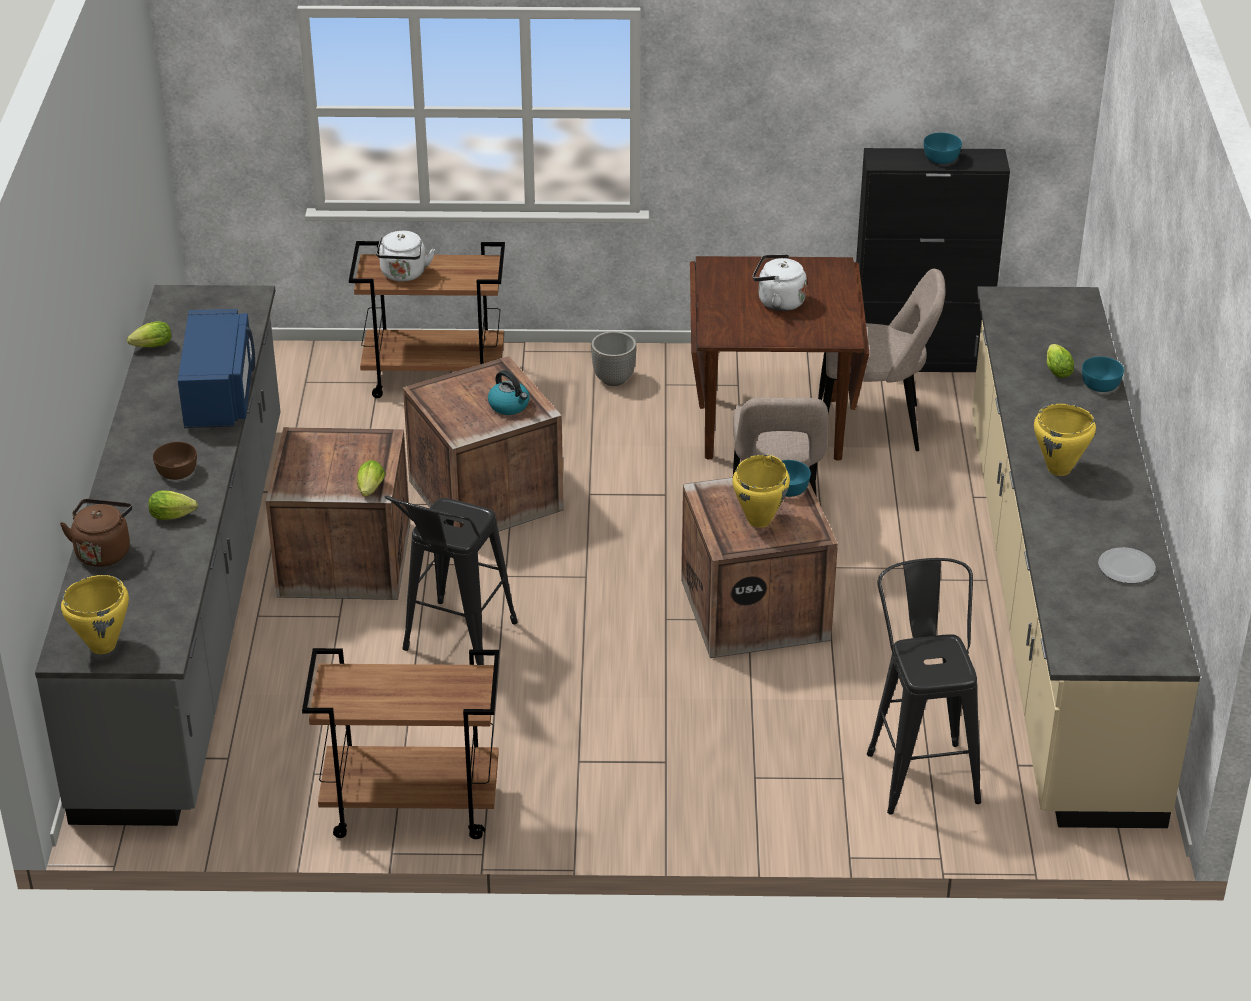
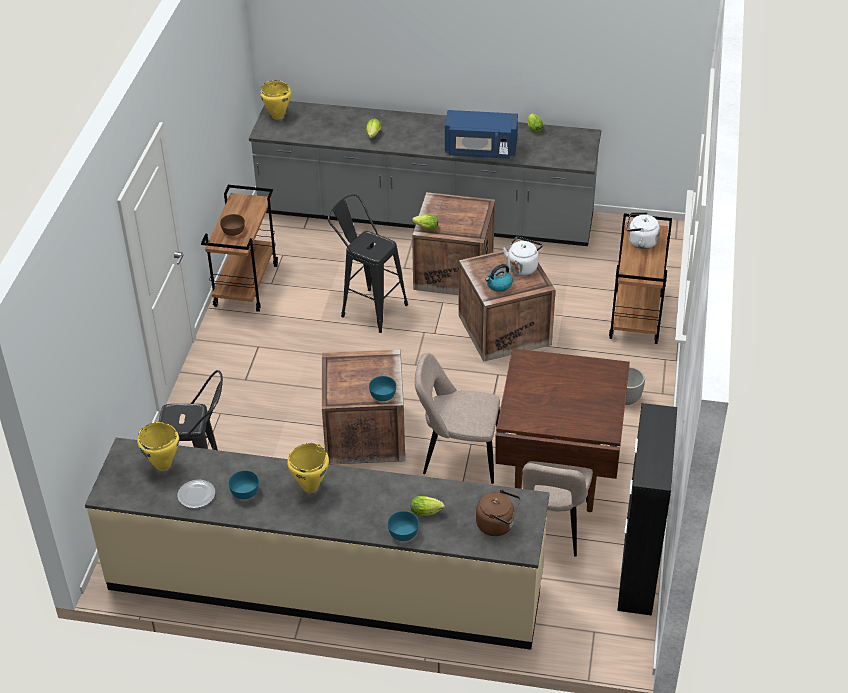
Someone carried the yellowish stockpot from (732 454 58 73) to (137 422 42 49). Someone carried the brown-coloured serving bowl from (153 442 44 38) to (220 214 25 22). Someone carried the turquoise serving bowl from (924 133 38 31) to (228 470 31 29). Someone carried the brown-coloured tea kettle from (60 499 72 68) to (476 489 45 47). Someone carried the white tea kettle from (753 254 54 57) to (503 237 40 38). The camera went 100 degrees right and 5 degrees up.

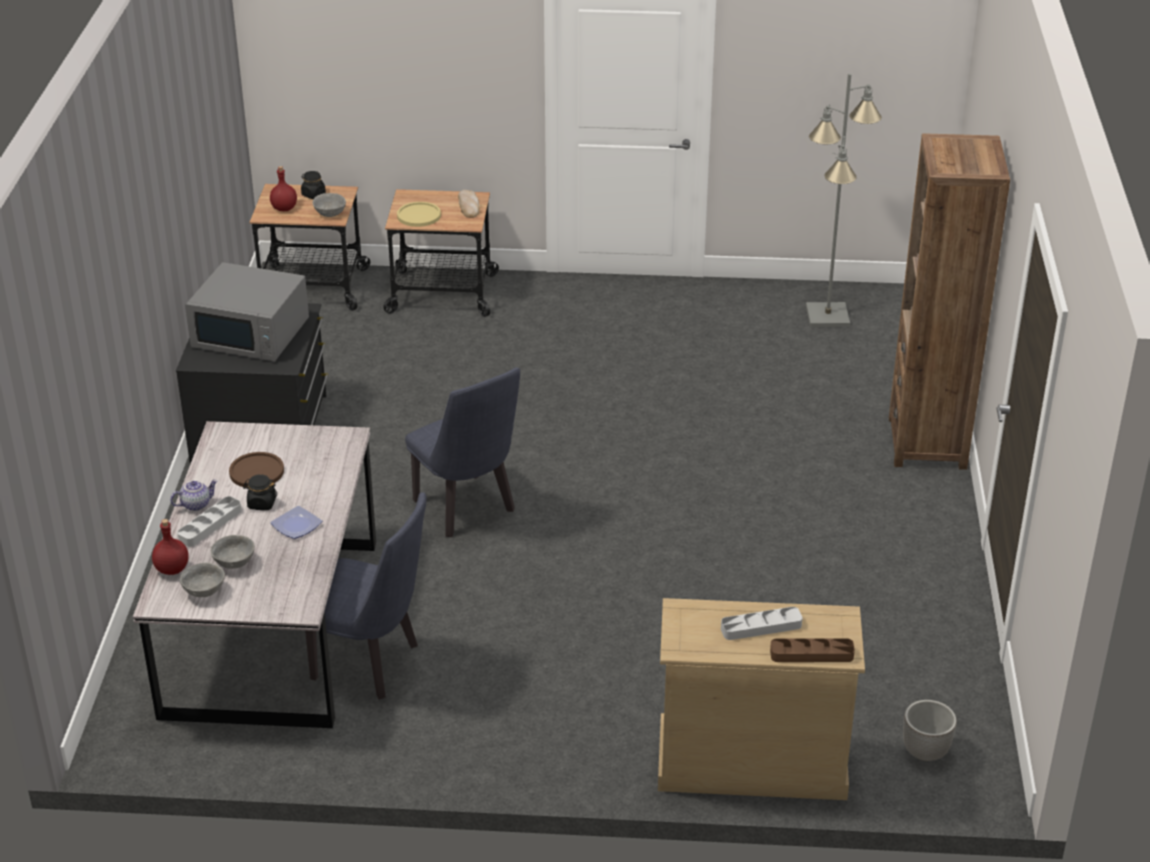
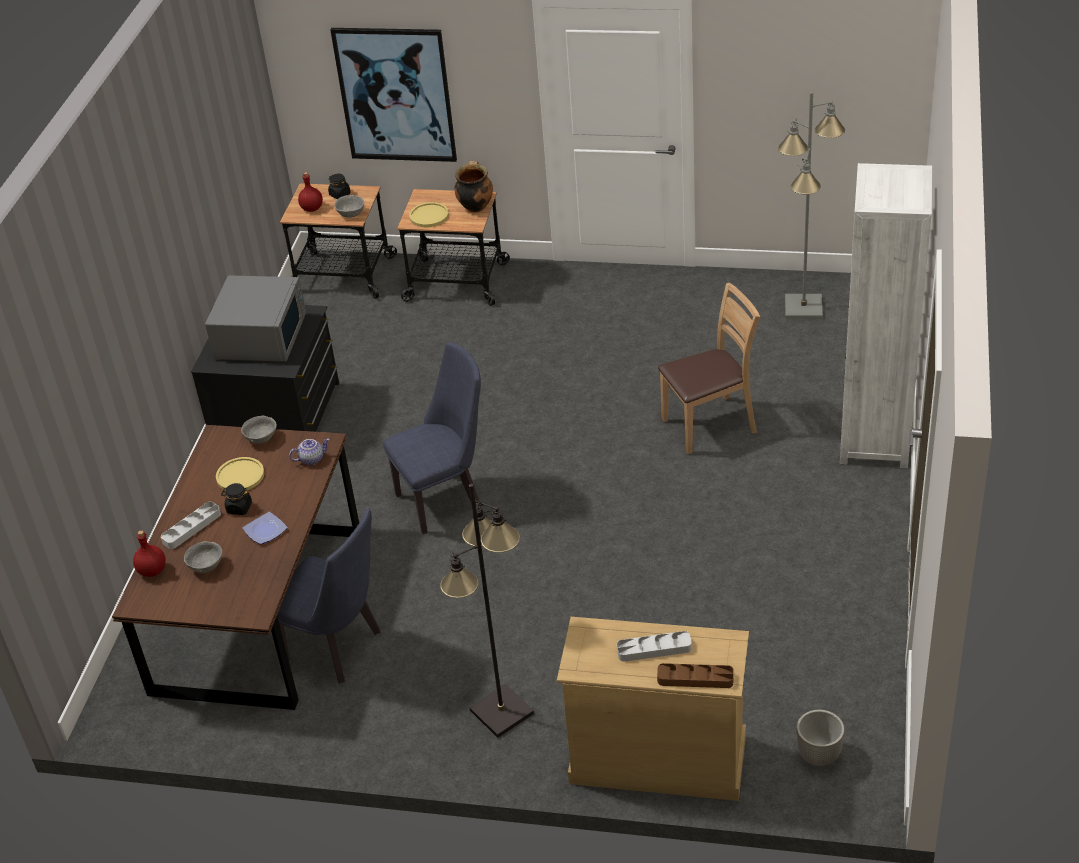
Someone repainted the greyish dining table at (133 421 243 307), which became the brown-coloured dining table at (112 425 247 285). Someone rotated the greyish microwave at (185 262 124 99) by 105 degrees counterclockwise. Someone repainted the brown-coloured flat dish at (229 452 55 36), which became the yellowish flat dish at (216 457 48 34). Someone carried the greyish serving bowl from (180 563 45 34) to (241 416 36 27). Someone carried the pot for tea from (170 480 48 31) to (289 438 41 27). Someone put up the wall picture at (330 28 127 134). Someone rotated the bluish chair at (405 367 115 170) by 90 degrees counterclockwise. Someone put down the black-coloured standard lamp at (440 484 94 254). Someone swapped the bread at (458 190 22 28) for the stockpot at (455 161 38 52). Someone put down the brown-coloured chair at (658 283 102 171). Someone repainted the brown-coloured bookshelf at (889 133 121 337), which became the white bookshelf at (840 163 92 305). The camera went 10 degrees right and 5 degrees up.

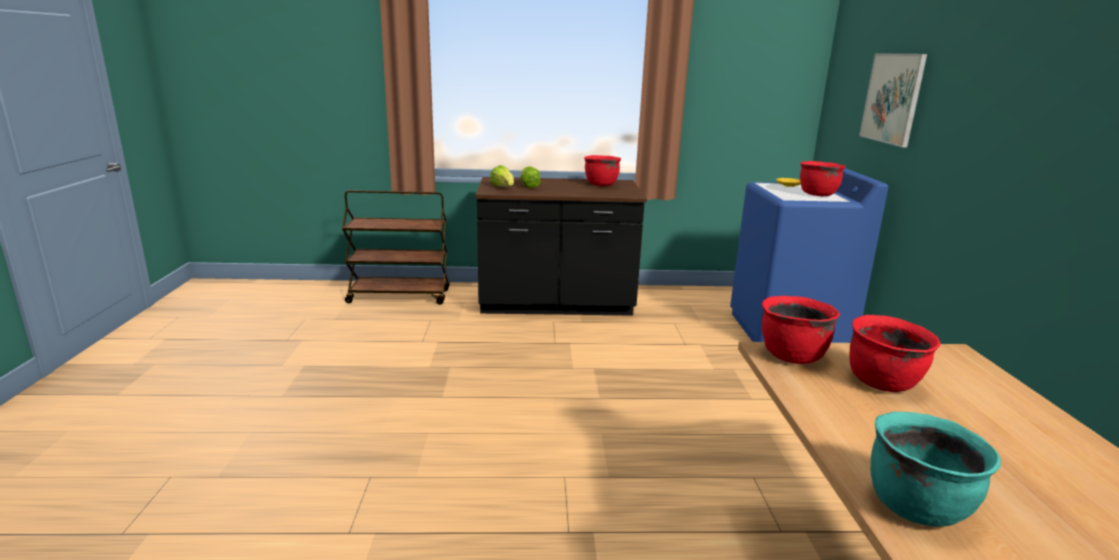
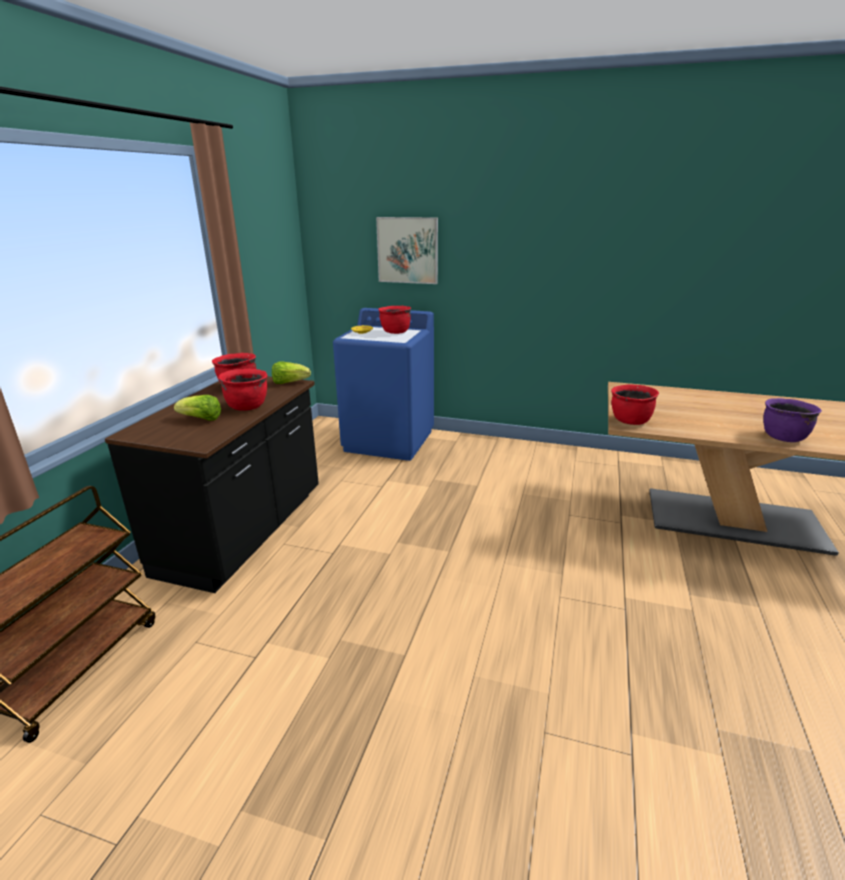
Someone carried the red stockpot from (849 315 92 77) to (218 369 50 42). Someone carried the head of lettuce from (490 165 24 22) to (272 361 39 23). Someone repainted the turquoise stockpot at (871 412 130 115), which became the purple-coloured stockpot at (763 398 59 44). The camera went 70 degrees left and 5 degrees up.

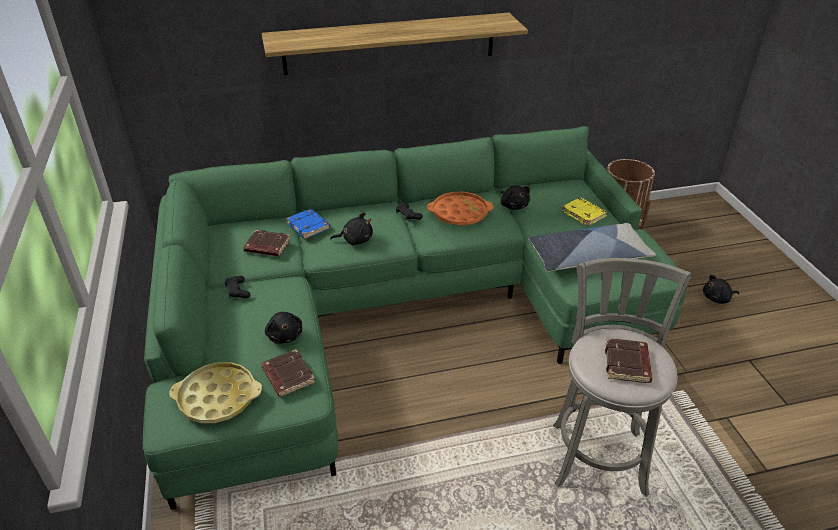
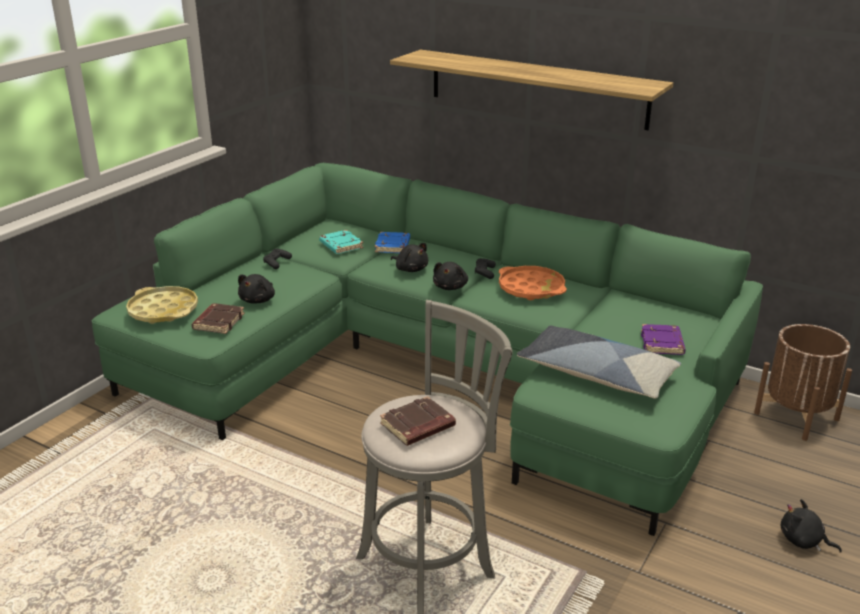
Someone repainted the brown-coloured volume at (243 230 48 27), which became the turquoise volume at (319 230 44 24). Someone carried the black-coloured cuddly toy from (501 185 29 25) to (433 262 35 28). Someone repainted the yellowish volume at (562 197 45 29), which became the purple-coloured volume at (641 324 45 31). The camera went 45 degrees right and 10 degrees down.

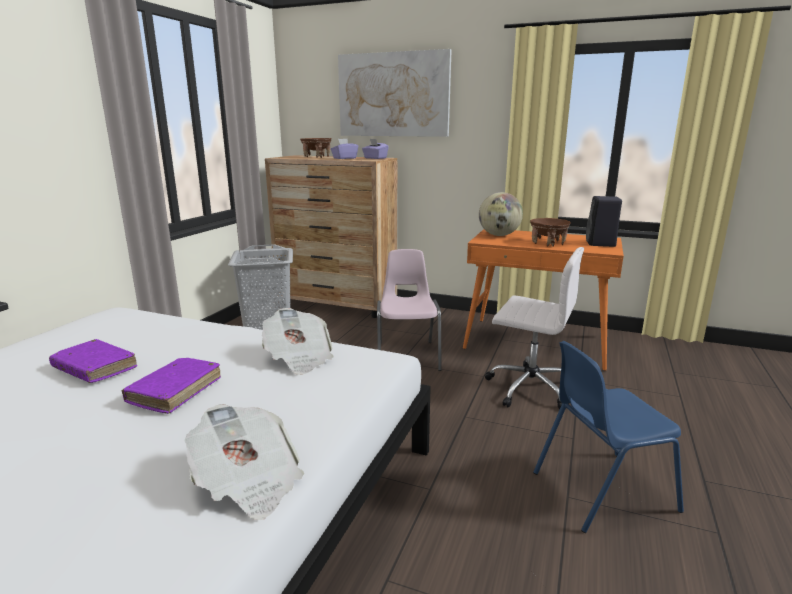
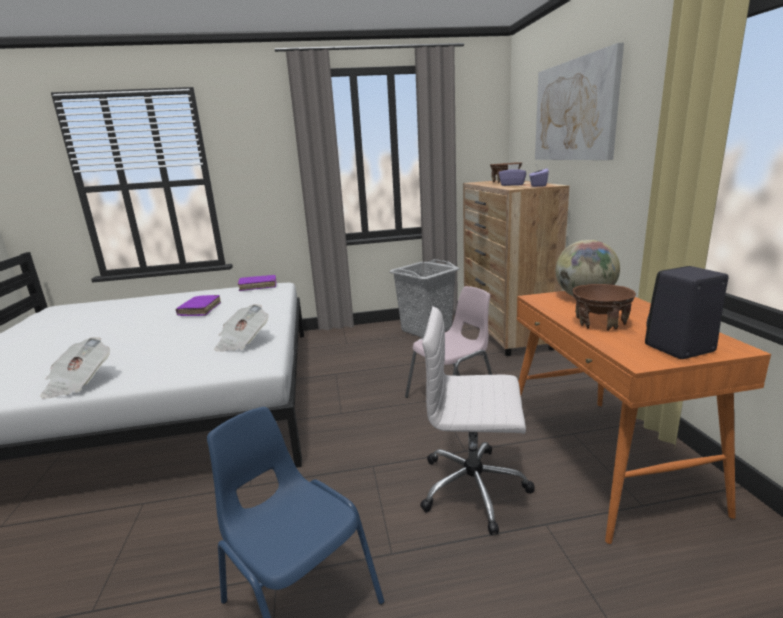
Someone carried the purple-coloured volume from (122 358 99 56) to (238 275 38 16). Someone rotated the white computer chair at (485 247 99 163) by 105 degrees clockwise. The camera went 60 degrees right and 0 degrees up.

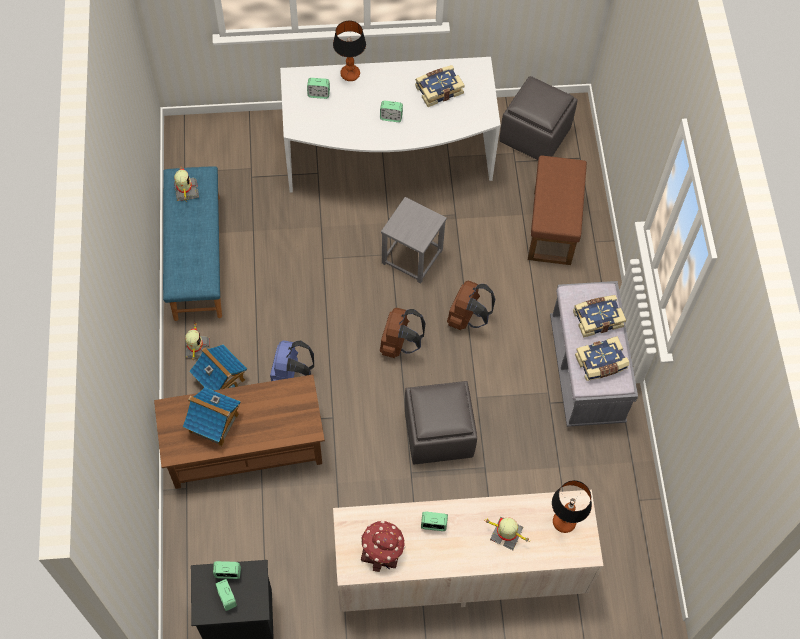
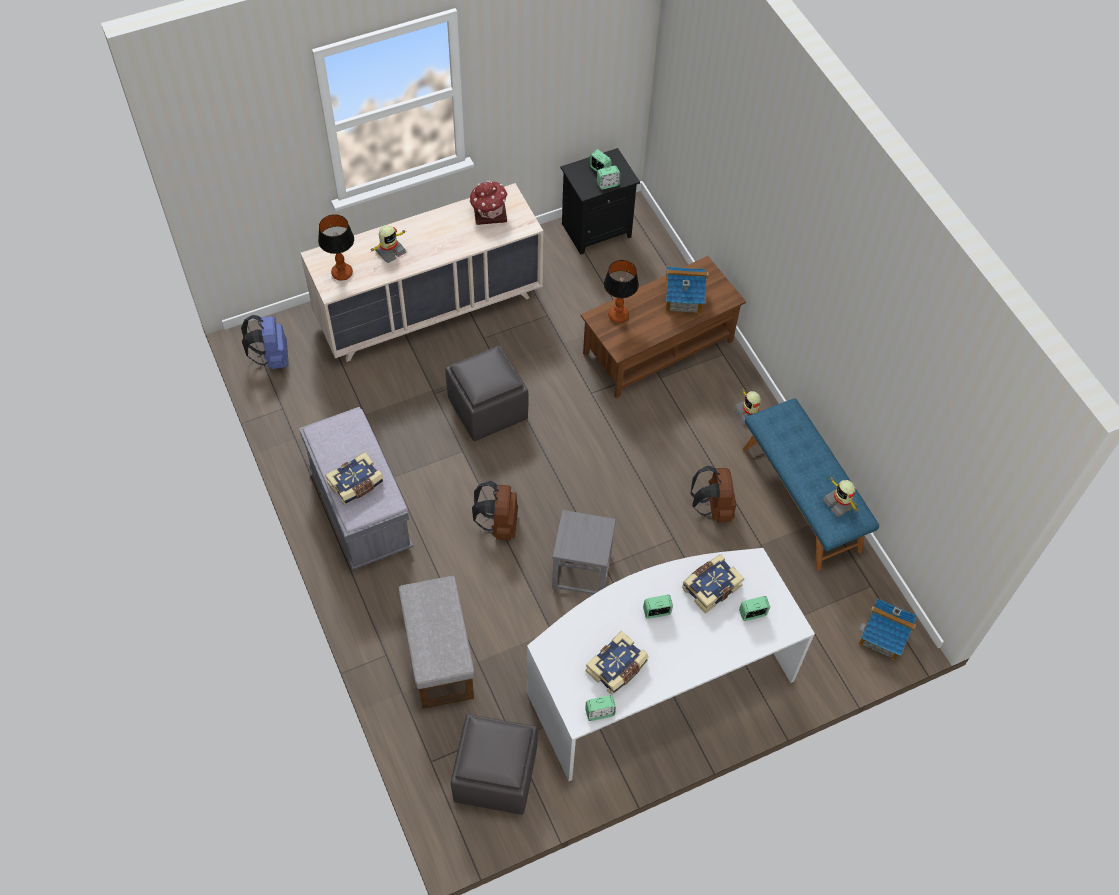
Someone carried the bluish rucksack from (270 341 44 40) to (241 315 48 54). Someone rotated the model robot at (484 517 46 33) by 45 degrees counterclockwise. Someone repainted the brown-coloured ottoman at (528 155 59 110), which became the greyish ottoman at (398 576 77 133). Someone carried the table clock from (421 512 27 19) to (585 695 31 26). Someone carried the tabletop lamp from (333 21 33 60) to (604 260 35 63). Someone carried the volume from (575 336 54 45) to (682 555 62 59). Someone carried the brown-coloured rucksack from (380 308 46 50) to (690 466 46 56). Someone carried the toy house from (189 344 58 47) to (858 598 58 63). The camera went 160 degrees right and 5 degrees down.

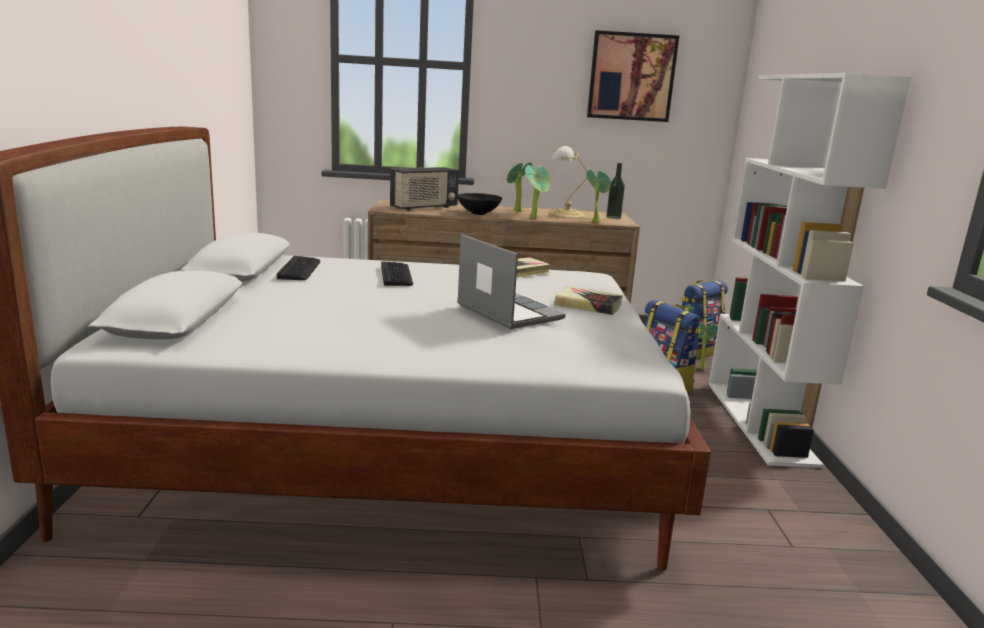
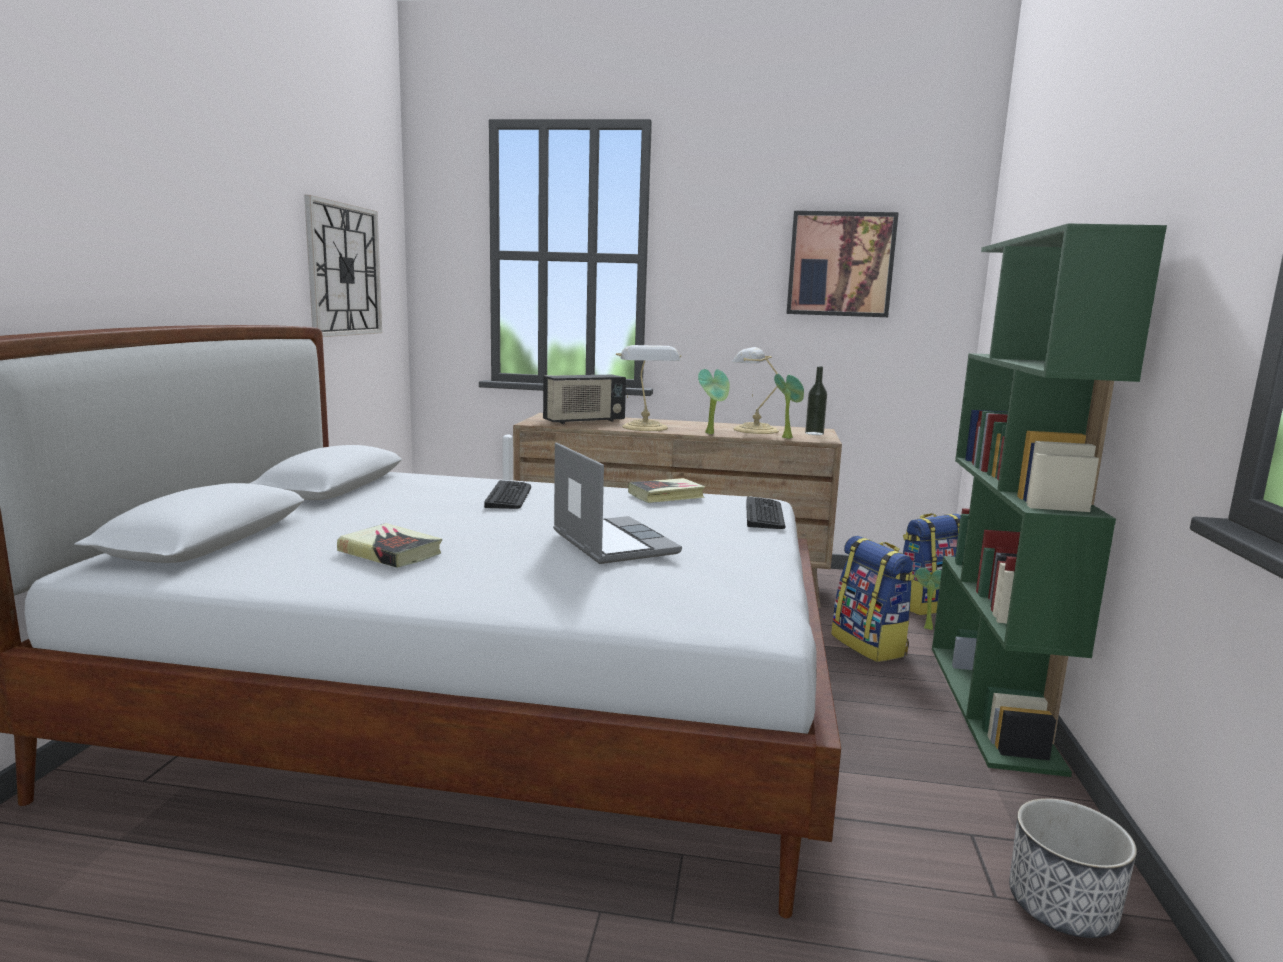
Someone put up the clock on the wall at (304 195 78 142). Someone carried the volume from (554 286 69 29) to (337 523 105 45). Someone swapped the black-coloured serving bowl at (457 193 45 22) for the tabletop lamp at (616 345 65 86). Someone carried the PC keyboard from (277 256 43 24) to (746 497 39 32). Someone repainted the white bookshelf at (709 73 202 395), which became the green-coloured bookshelf at (932 223 235 554). Someone put down the plant pot at (1009 798 128 140). Someone took away the plant in a pot at (507 162 25 50). The camera went 10 degrees right and 5 degrees down.

